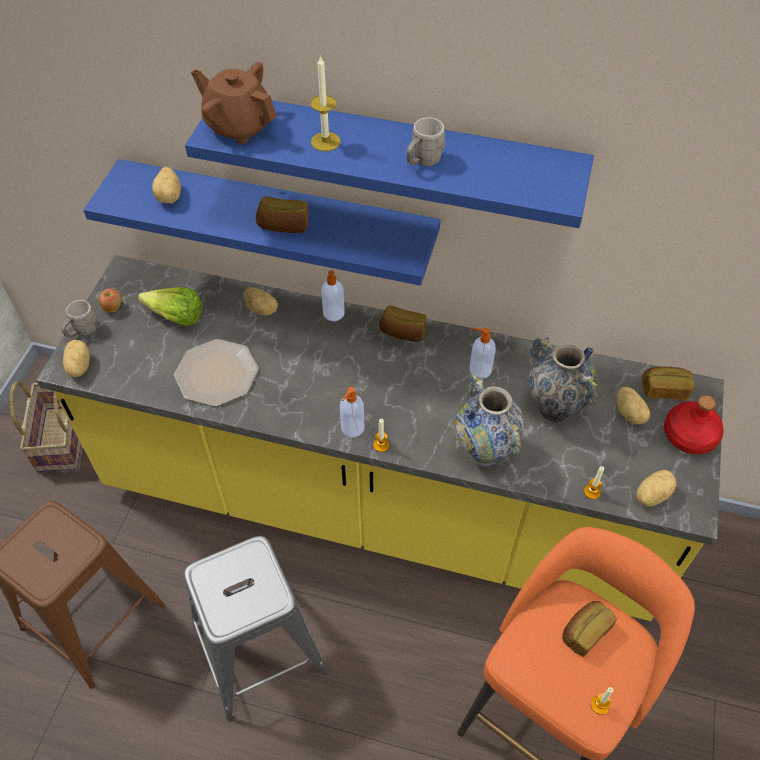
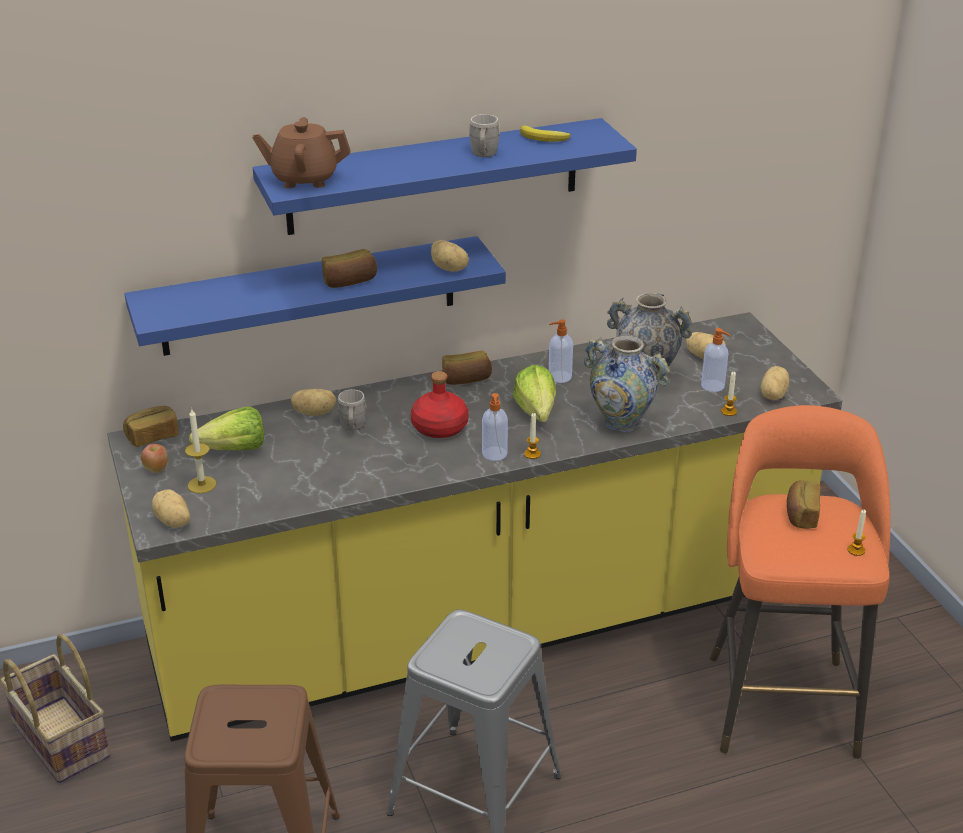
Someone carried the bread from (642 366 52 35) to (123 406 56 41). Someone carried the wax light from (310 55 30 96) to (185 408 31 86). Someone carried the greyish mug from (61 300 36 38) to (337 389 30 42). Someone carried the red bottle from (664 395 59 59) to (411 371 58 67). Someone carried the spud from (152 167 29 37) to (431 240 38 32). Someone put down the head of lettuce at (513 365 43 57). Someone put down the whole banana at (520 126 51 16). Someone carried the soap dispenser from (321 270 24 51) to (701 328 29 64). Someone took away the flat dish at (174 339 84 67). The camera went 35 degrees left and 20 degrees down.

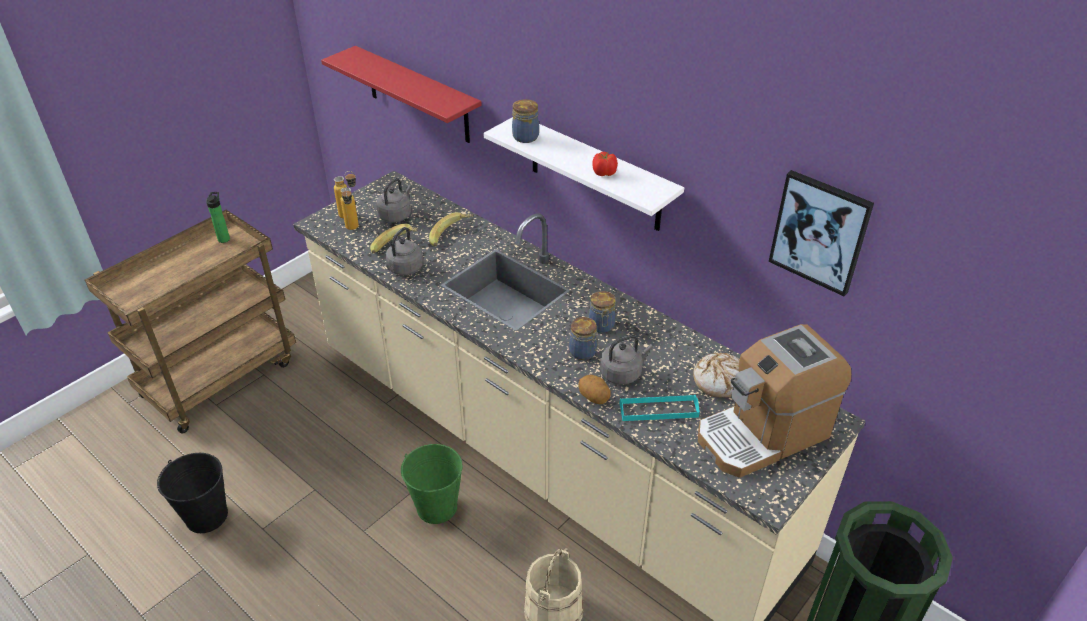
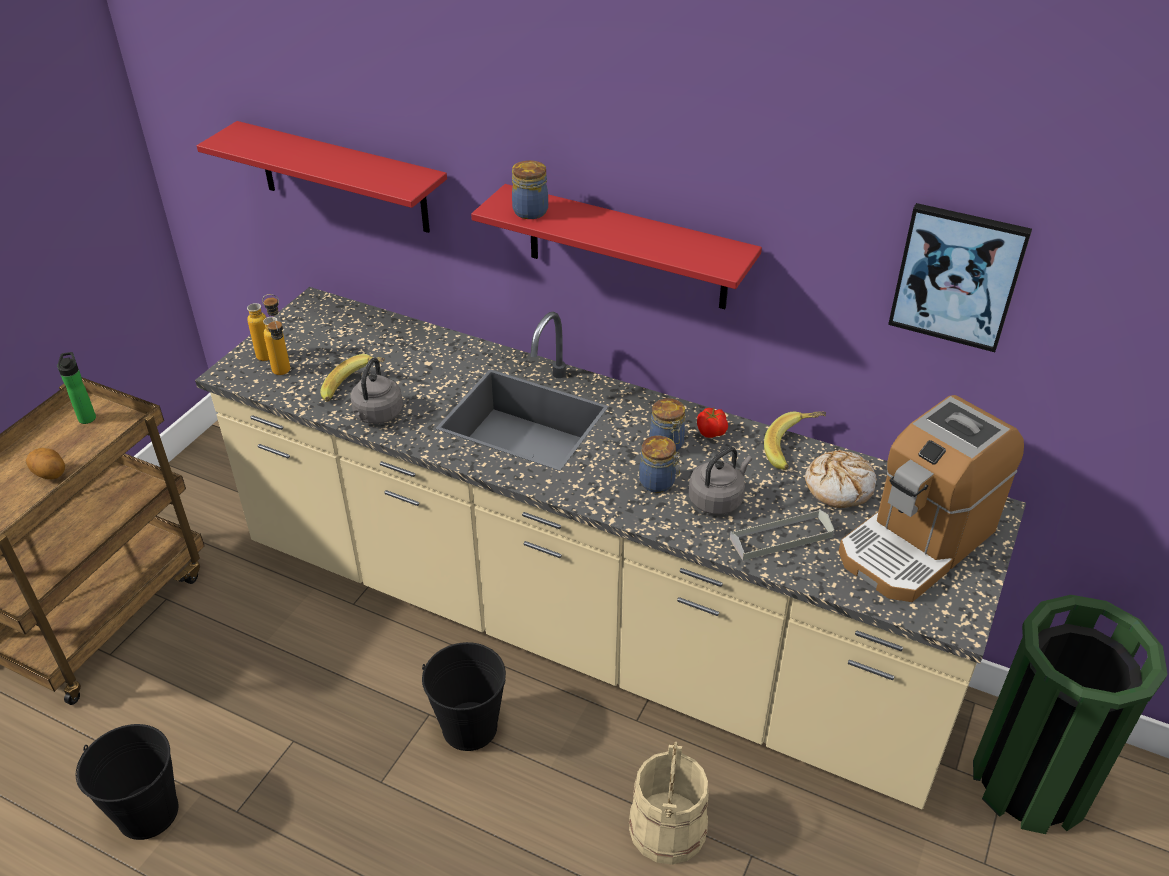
Someone carried the spud from (578 375 33 29) to (26 448 39 31). Someone repainted the green-coloured bucket at (401 444 62 80), which became the black-coloured bucket at (422 642 84 109). Someone repainted the white shelf at (483 117 201 114), which became the red shelf at (471 184 291 125). Someone carried the tomato from (592 152 26 24) to (697 408 31 30). Someone repainted the turquoise serving tray at (620 395 80 26), which became the greyish serving tray at (730 509 104 51). Someone carried the whole banana from (429 212 45 34) to (764 411 62 59). Someone took away the greyish tea kettle at (376 178 36 45). The camera went 15 degrees left and 0 degrees up.

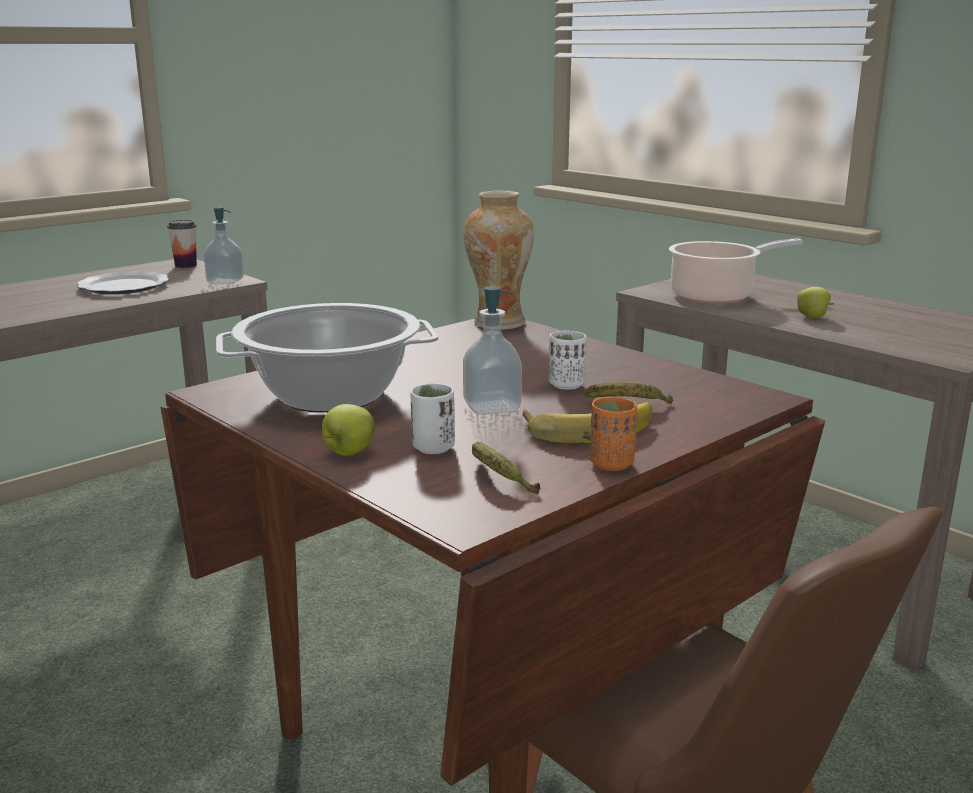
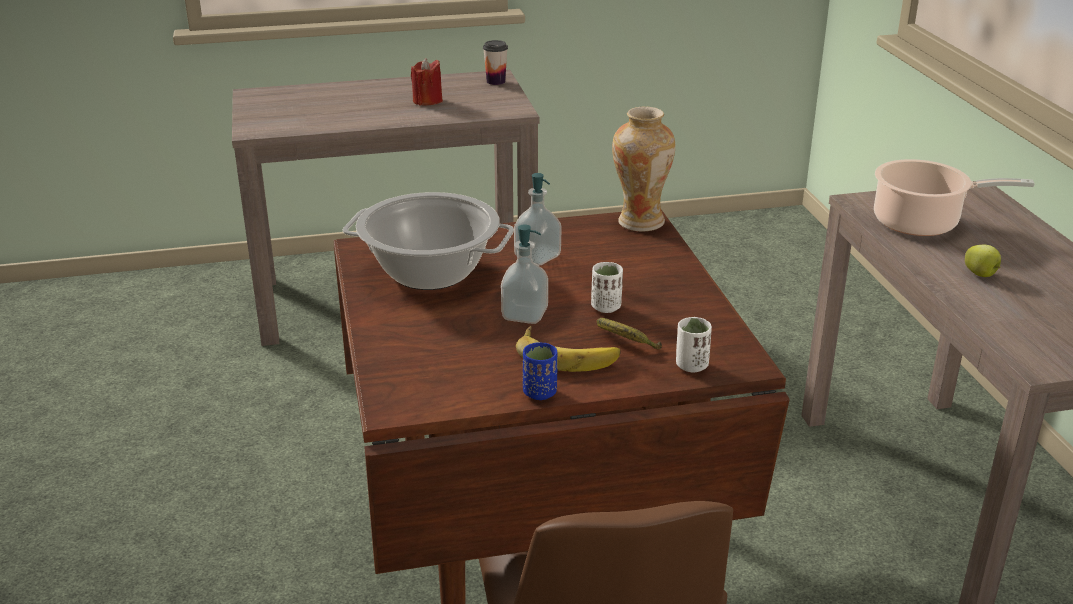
Someone swapped the flat dish at (77 271 92 23) for the red wax light at (411 58 32 48). Someone carried the soap dispenser from (204 207 40 77) to (514 173 48 93). Someone repainted the orange small cup at (590 397 47 74), which became the bluish small cup at (523 342 35 58). Someone carried the white small cup from (410 383 45 71) to (676 317 36 56). Someone took away the whole apple at (322 404 53 52). Someone took away the whole banana at (472 442 68 52). The camera went 30 degrees right and 10 degrees up.

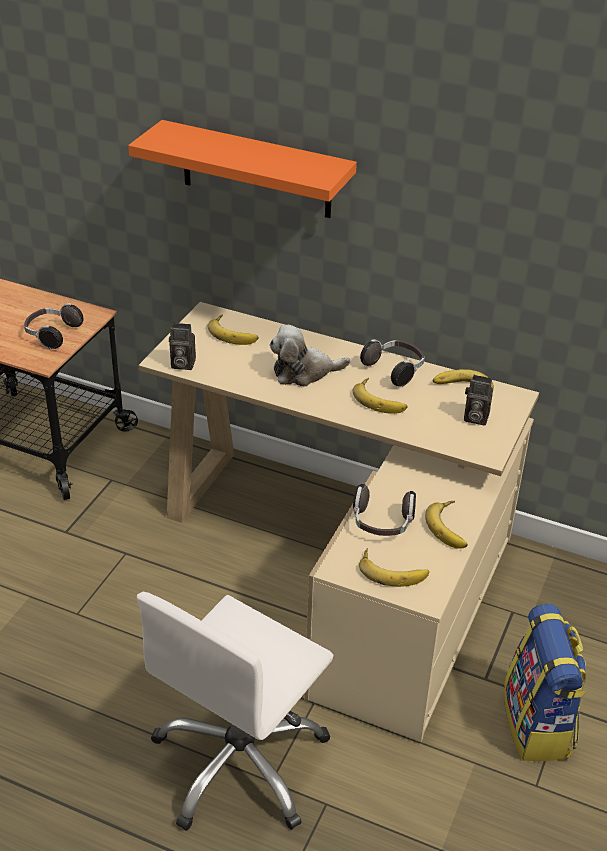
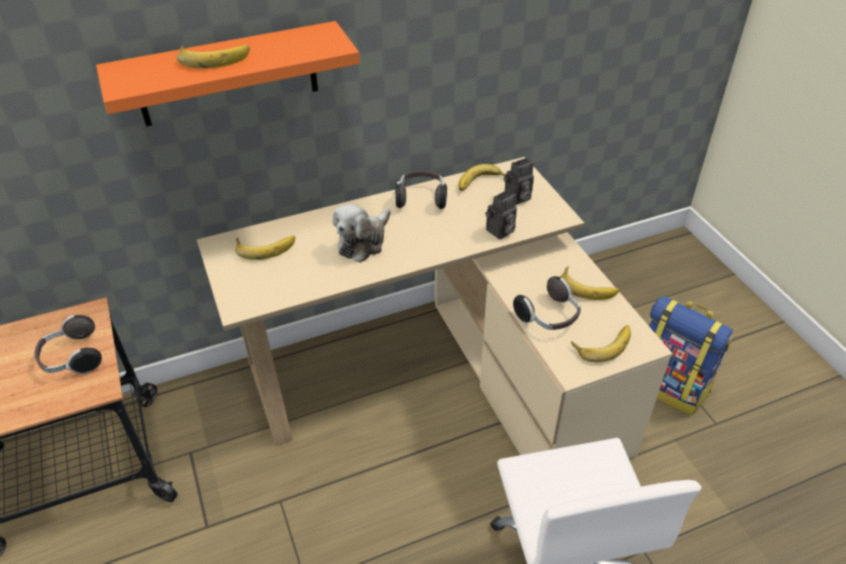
Someone carried the whole banana from (353 378 54 36) to (177 45 73 23). Someone carried the still camera from (169 323 27 47) to (486 190 31 49). The camera went 45 degrees left and 5 degrees up.

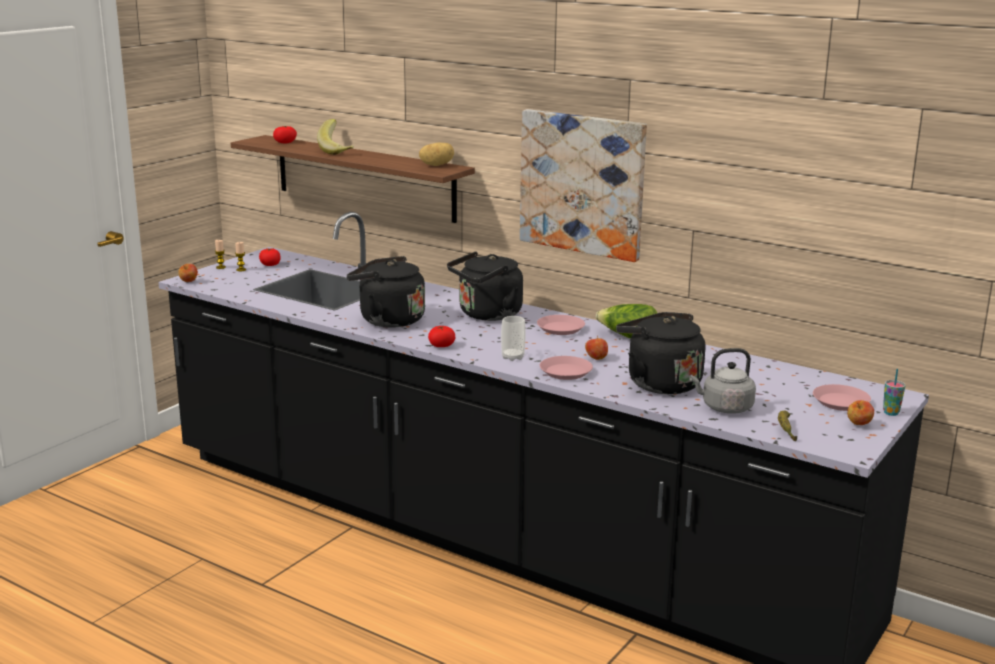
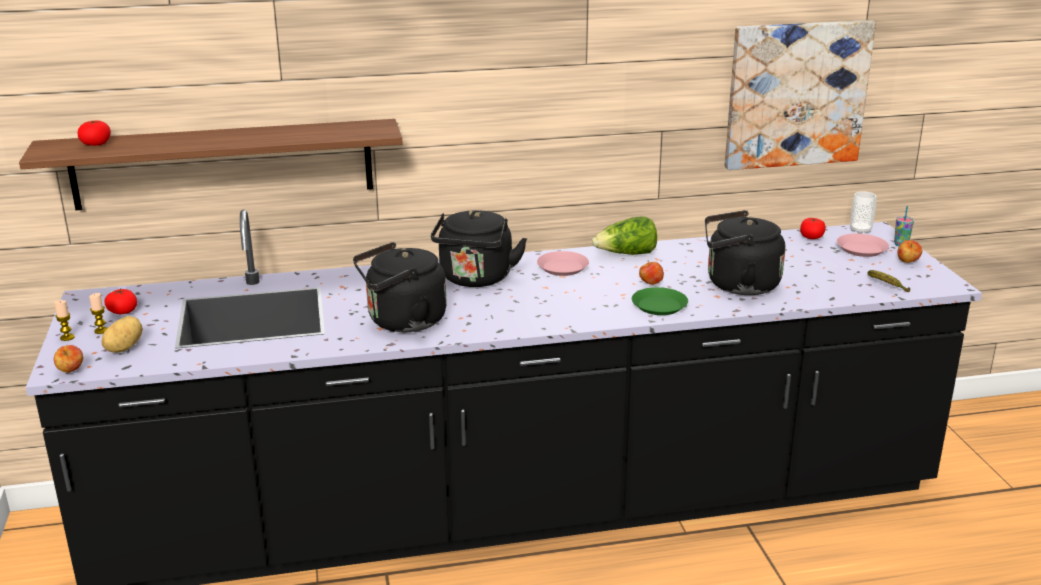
Someone carried the spud from (419 143 35 23) to (101 316 42 37). Someone repainted the pinkish flat dish at (540 356 53 24), which became the green-coloured flat dish at (632 287 56 28). Someone carried the wall picture from (520 109 127 153) to (725 20 151 150). Someone carried the tomato from (428 326 27 21) to (800 218 26 21). Someone carried the small cup from (501 316 25 45) to (850 191 27 43). Someone took away the whole banana at (317 119 37 36). Someone took away the greyish tea kettle at (690 348 66 66). The camera went 45 degrees left and 5 degrees up.

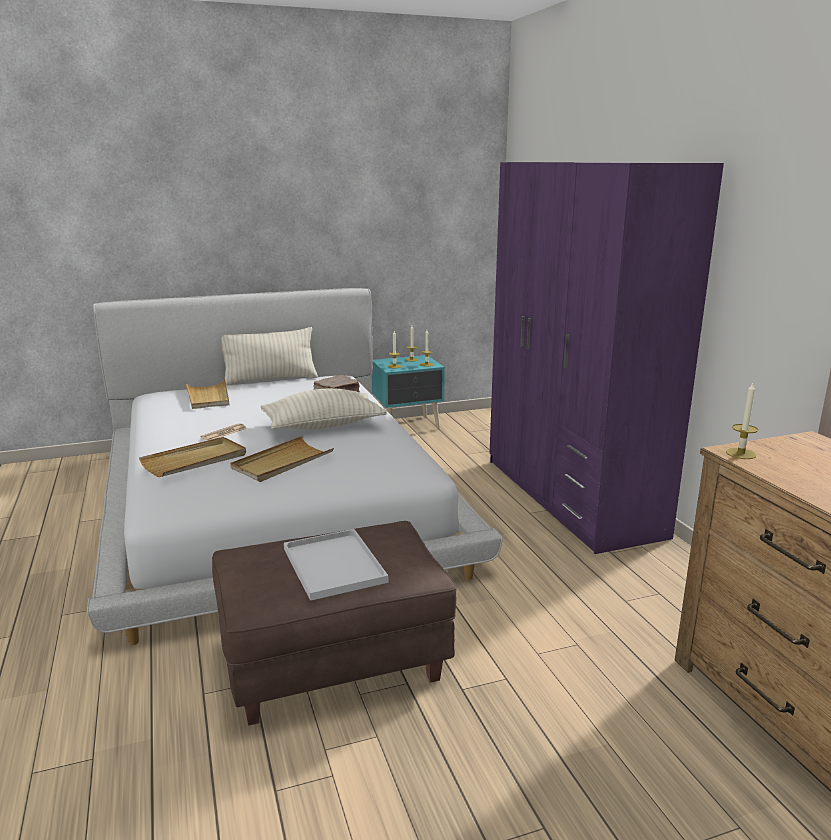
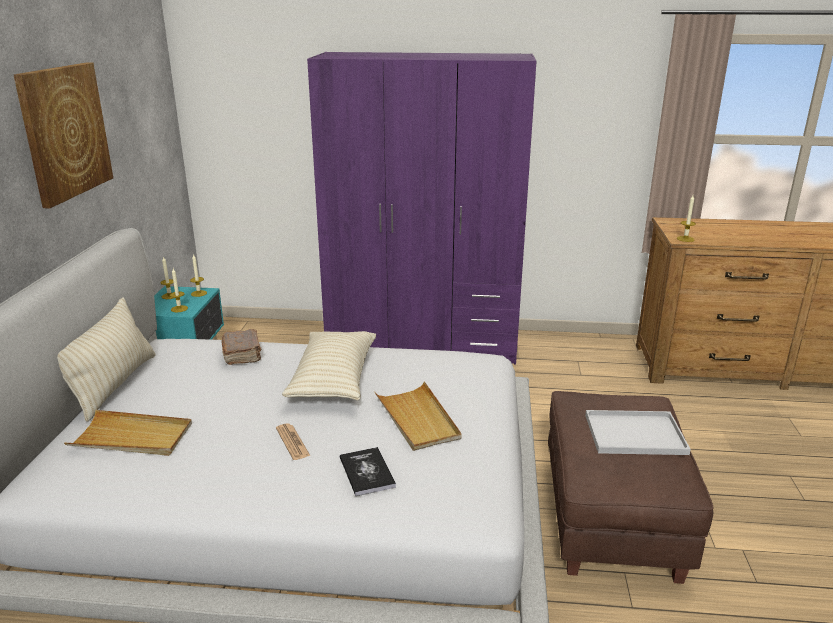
Someone put up the wall picture at (14 62 99 147). Someone swapped the beige-coloured serving tray at (139 437 107 40) for the volume at (340 447 56 49). The camera went 65 degrees left and 5 degrees up.

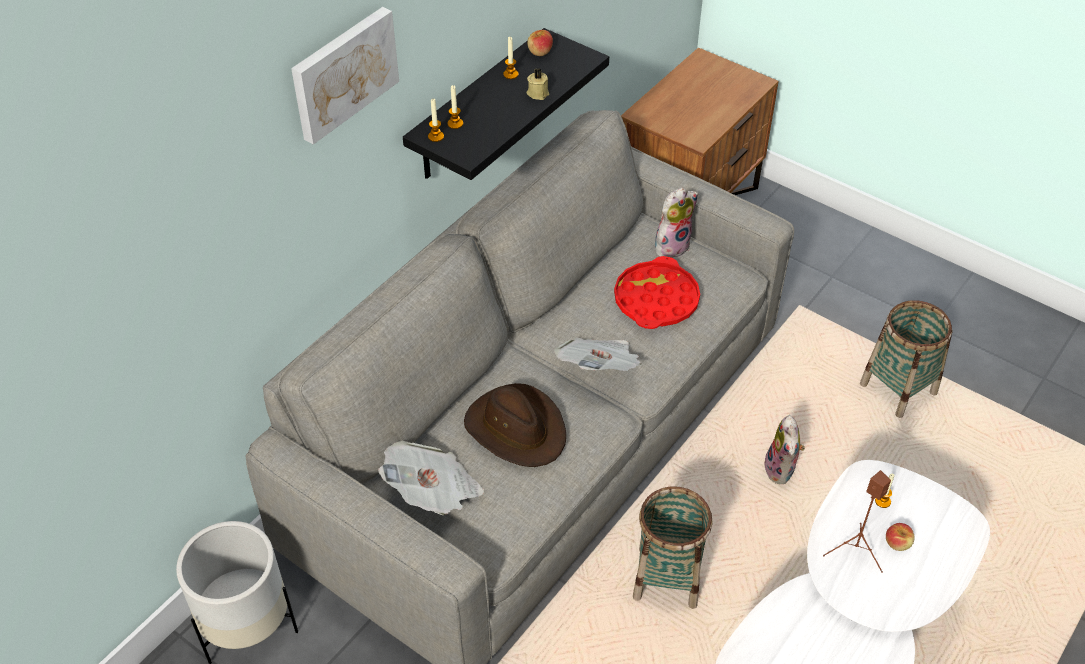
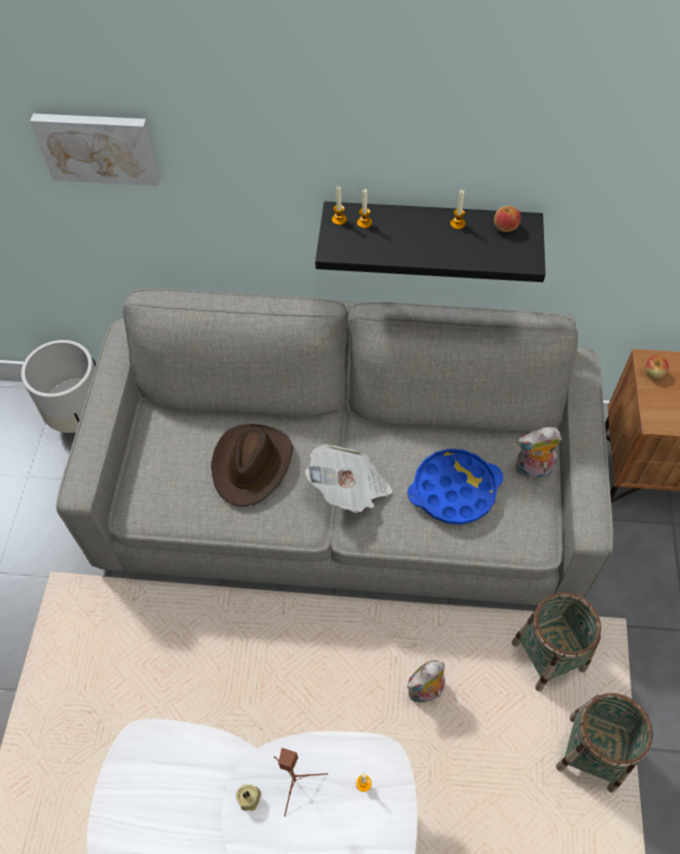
Someone carried the wall picture from (291 7 108 138) to (30 114 131 72). Someone carried the beige-coloured wax light from (527 68 22 32) to (236 785 25 26). Someone repainted the red serving tray at (614 256 86 73), which became the bluish serving tray at (407 449 97 75). Someone carried the basket from (633 487 79 122) to (512 592 89 99). Someone rotated the cuddly toy at (655 188 43 69) by 150 degrees clockwise. Someone carried the whole apple from (886 523 29 28) to (645 356 24 23). Someone took away the daily paper at (378 441 106 74). The camera went 60 degrees right and 10 degrees up.

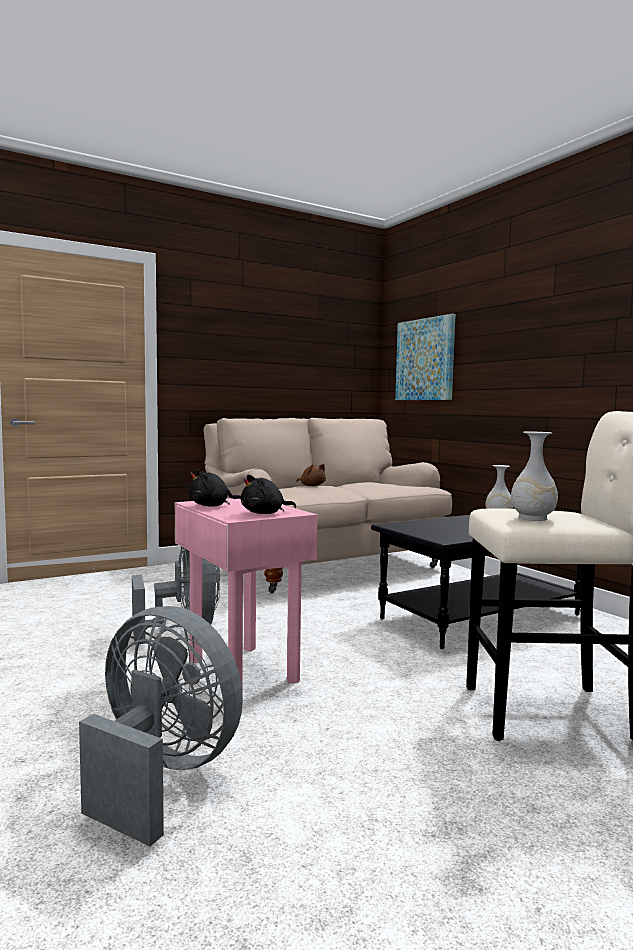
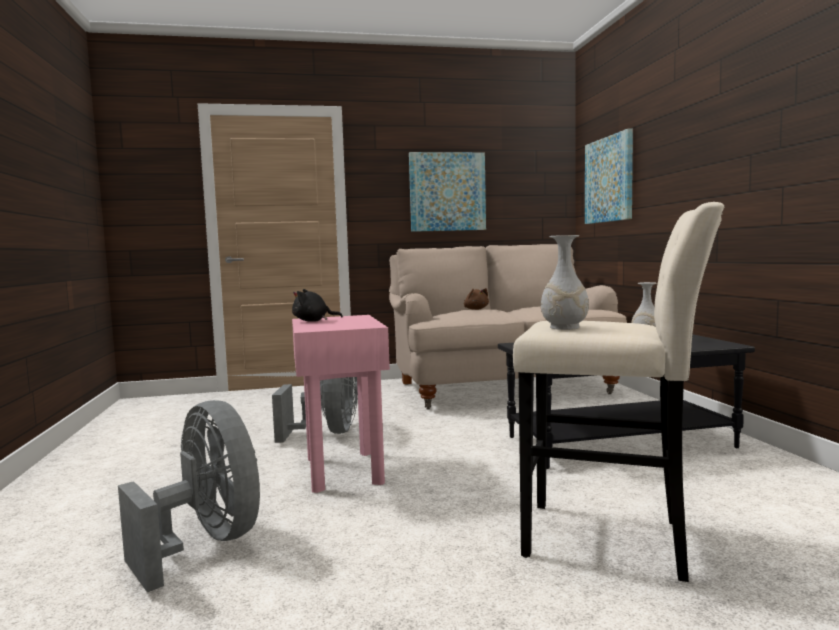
Someone put up the wall picture at (409 152 77 80). Someone took away the black-coloured cuddly toy at (241 475 55 39). The camera went 20 degrees right and 0 degrees up.

